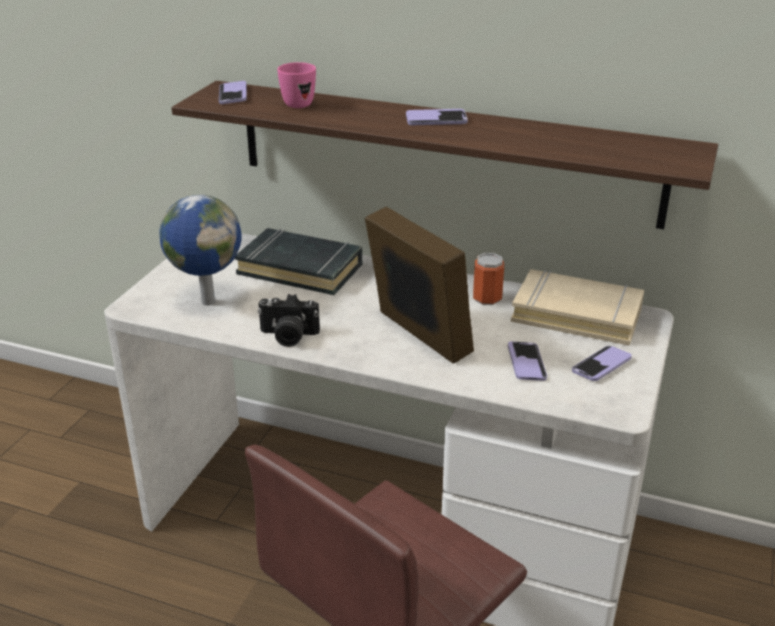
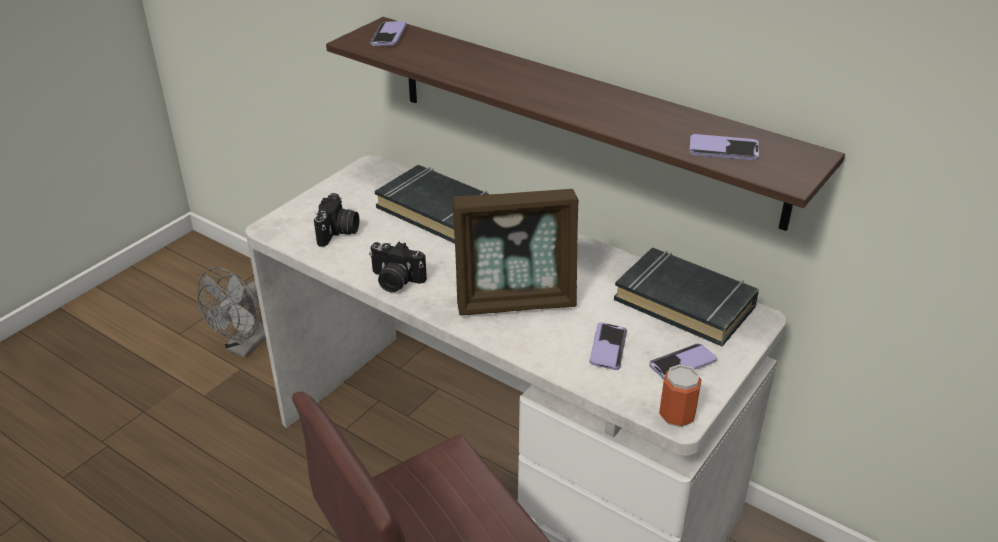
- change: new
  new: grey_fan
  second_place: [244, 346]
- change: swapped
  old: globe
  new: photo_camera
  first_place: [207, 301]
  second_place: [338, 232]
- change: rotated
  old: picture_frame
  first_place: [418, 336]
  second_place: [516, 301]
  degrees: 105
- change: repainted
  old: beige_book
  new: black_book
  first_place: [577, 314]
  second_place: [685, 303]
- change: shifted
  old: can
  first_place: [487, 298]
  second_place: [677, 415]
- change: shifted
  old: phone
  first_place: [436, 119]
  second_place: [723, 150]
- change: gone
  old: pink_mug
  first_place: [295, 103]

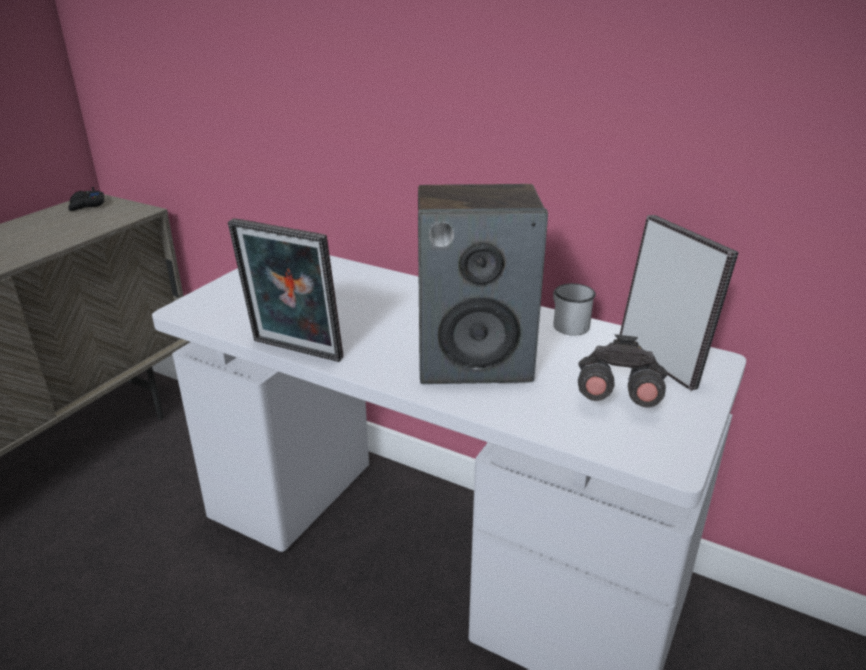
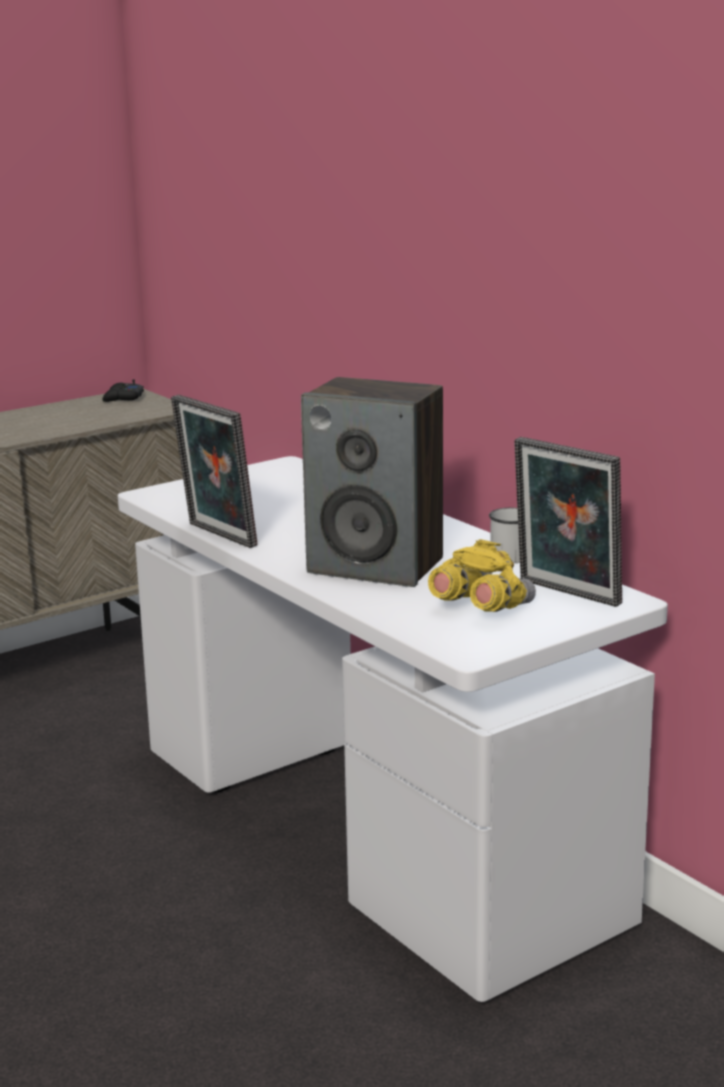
- change: repainted
  old: grey_binoculars
  new: yellow_binoculars
  first_place: [616, 397]
  second_place: [481, 608]
- change: rotated
  old: picture_frame
  first_place: [661, 362]
  second_place: [565, 594]
  degrees: 135

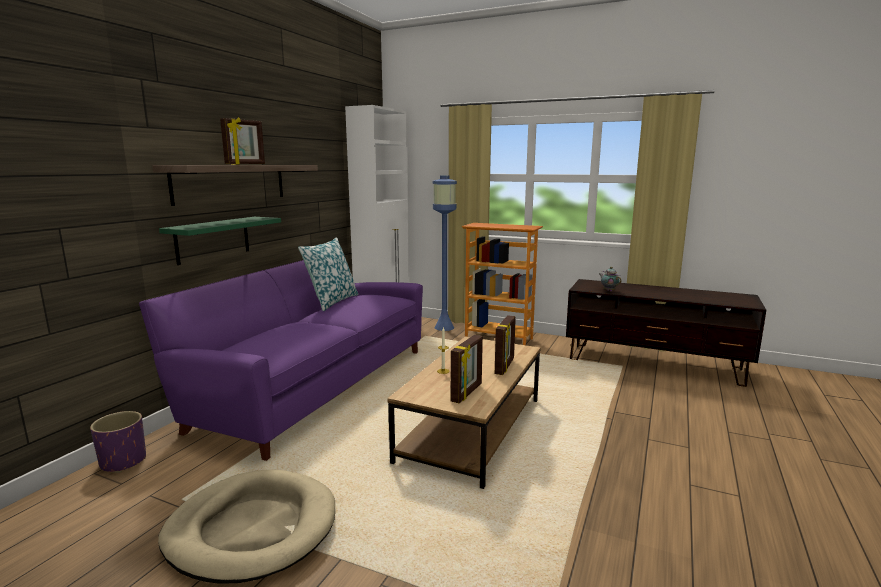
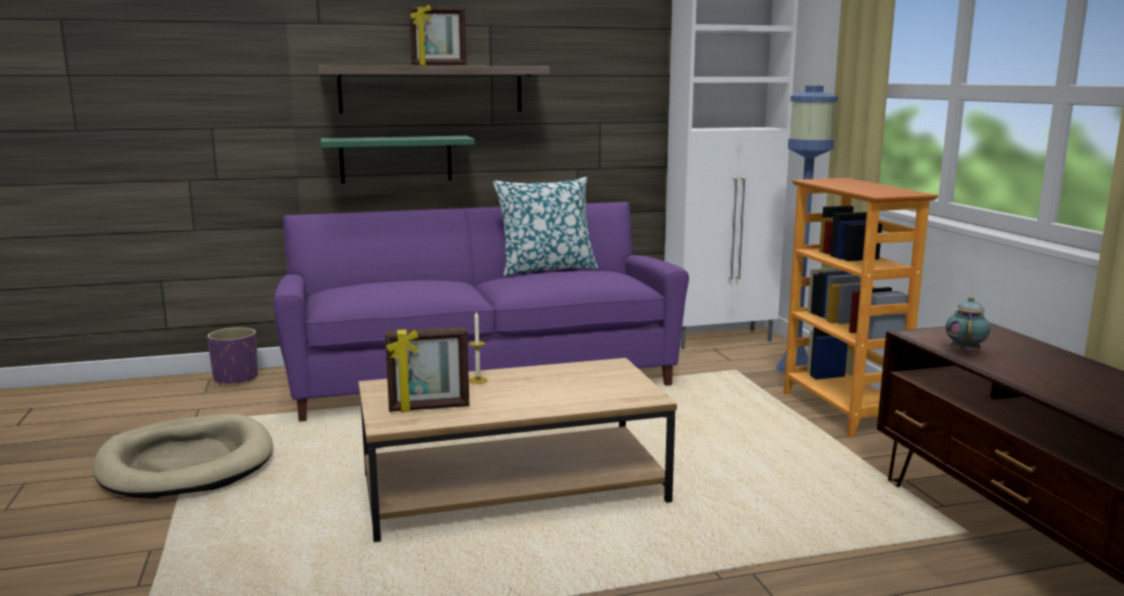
- change: gone
  old: picture_frame
  first_place: [505, 366]

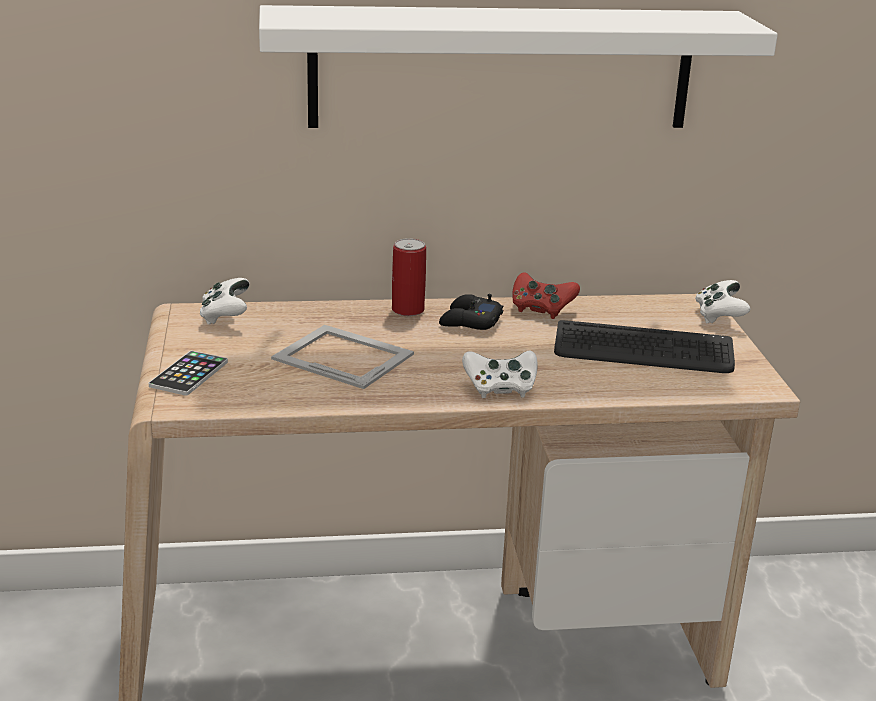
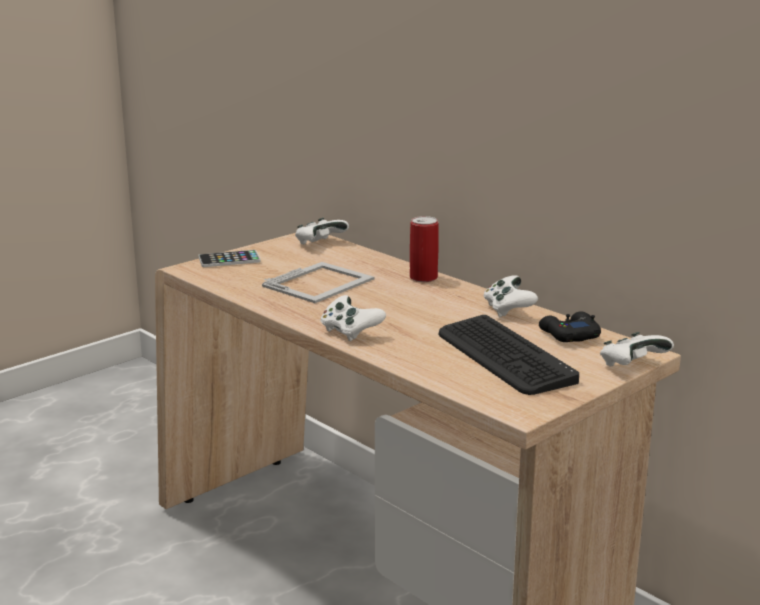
- change: rotated
  old: picture_frame
  first_place: [342, 356]
  second_place: [320, 282]
  degrees: 45
- change: repainted
  old: red_game_controller
  new: white_game_controller
  first_place: [541, 309]
  second_place: [508, 310]
- change: shifted
  old: black_game_controller
  first_place: [470, 321]
  second_place: [569, 334]
- change: gone
  old: white_shelf
  first_place: [502, 68]

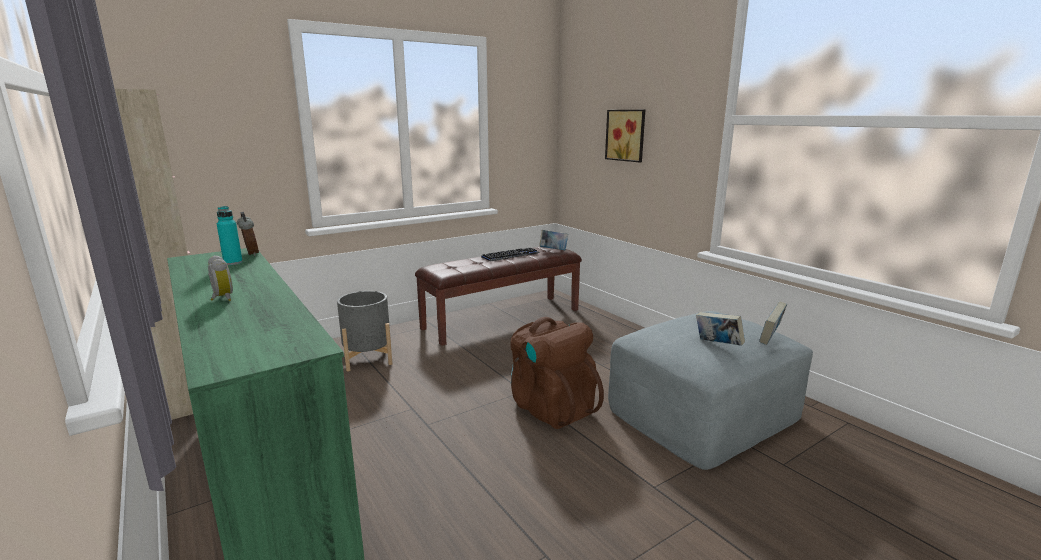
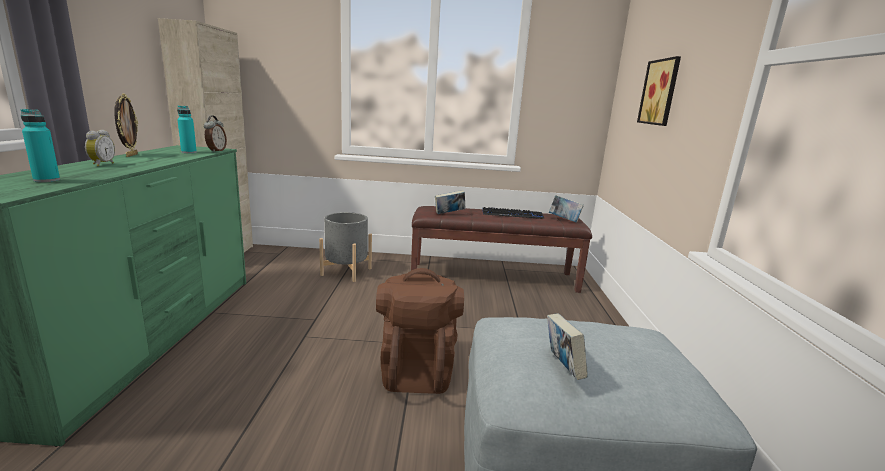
- change: new
  new: turquoise_bottle
  second_place: [47, 180]
- change: new
  new: picture_frame
  second_place: [131, 155]
- change: shifted
  old: book
  first_place: [770, 339]
  second_place: [449, 214]

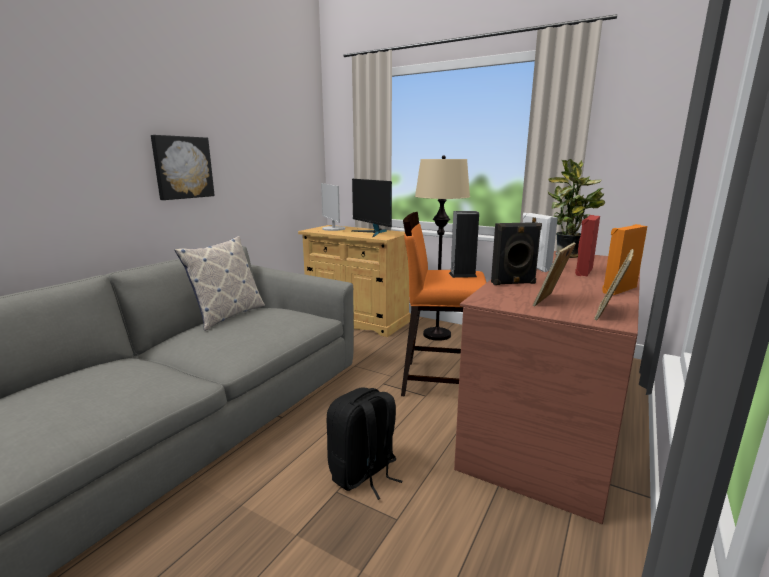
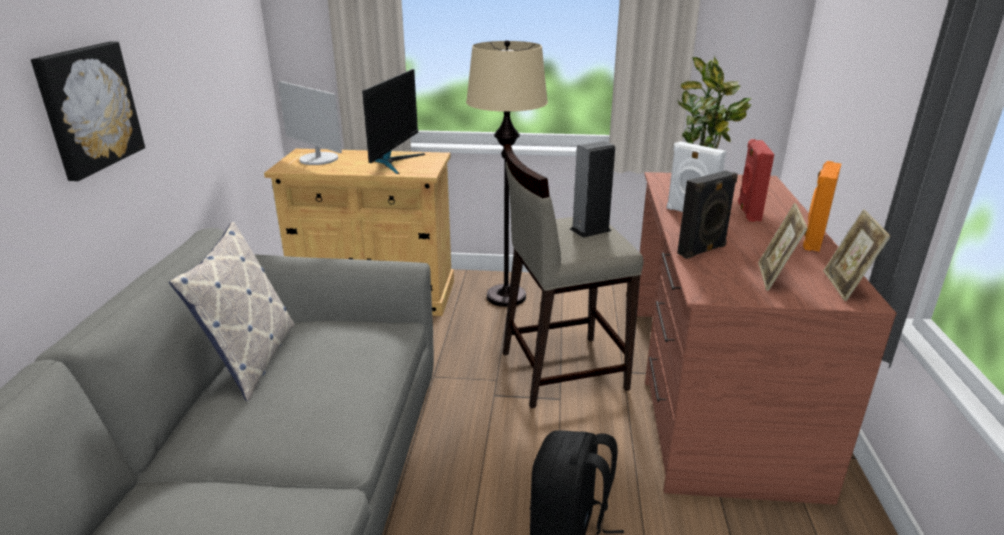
- change: rotated
  old: monitor
  first_place: [372, 233]
  second_place: [393, 162]
  degrees: -105
- change: repainted
  old: orange_stool
  new: beige_stool
  first_place: [440, 380]
  second_place: [561, 370]

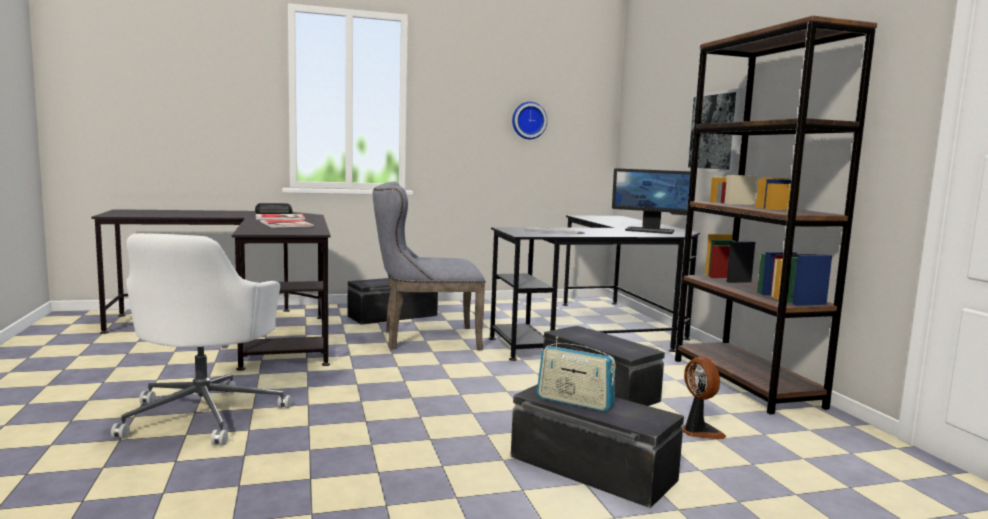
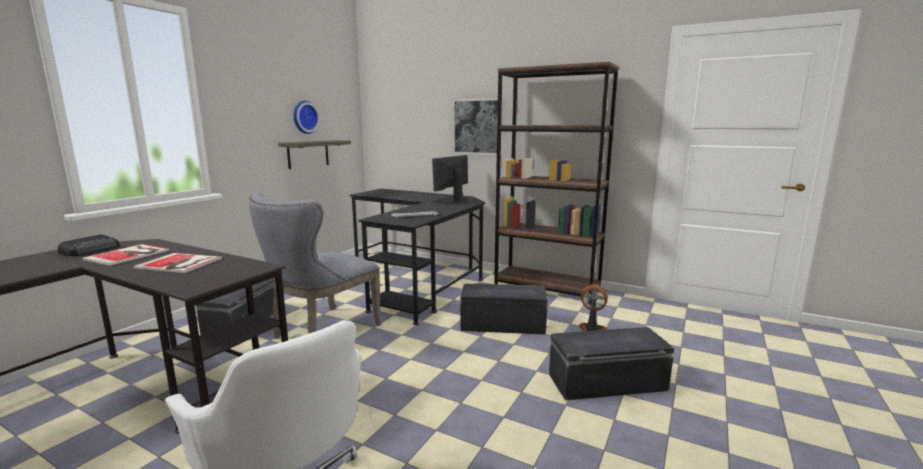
- change: new
  new: shelf
  second_place: [308, 154]
- change: rotated
  old: monitor
  first_place: [650, 230]
  second_place: [450, 200]
  degrees: 150
- change: gone
  old: radio
  first_place: [574, 402]

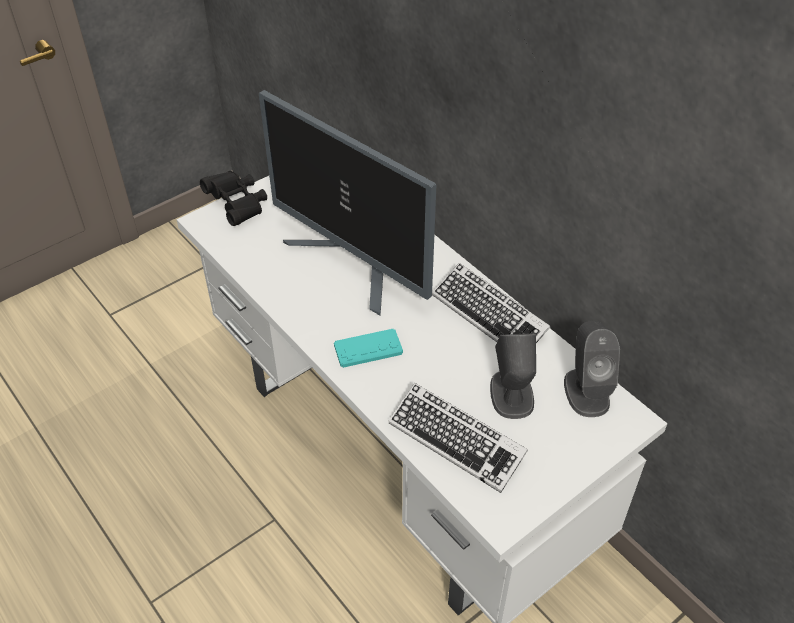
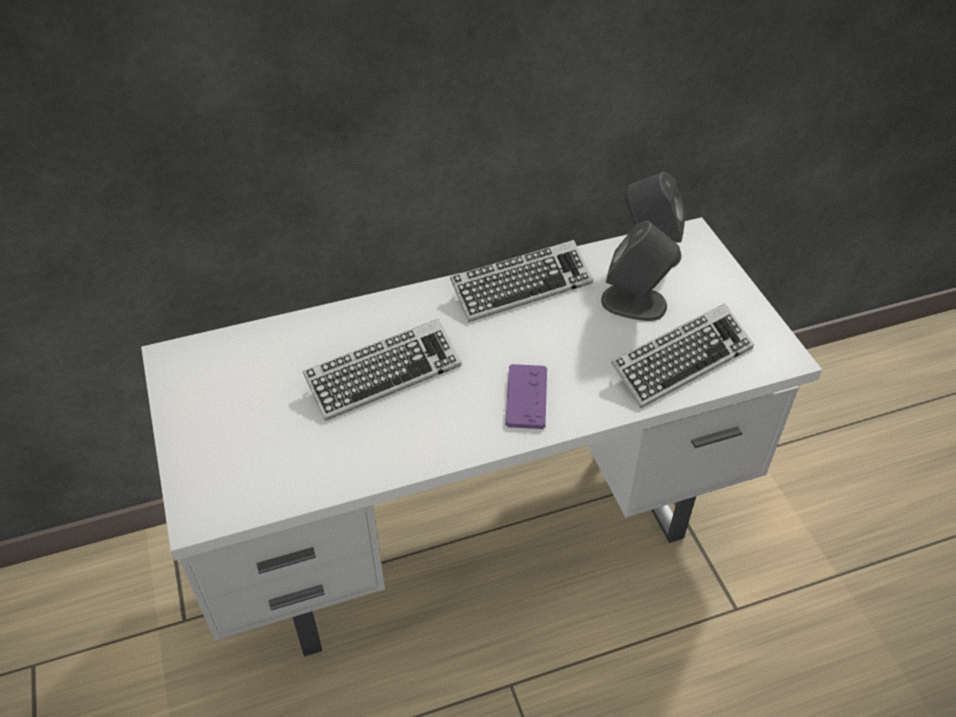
- change: swapped
  old: monitor
  new: keyboard
  first_place: [354, 265]
  second_place: [383, 375]
- change: repainted
  old: turquoise_game_controller
  new: purple_game_controller
  first_place: [368, 349]
  second_place: [526, 397]
- change: gone
  old: black_binoculars
  first_place: [238, 205]

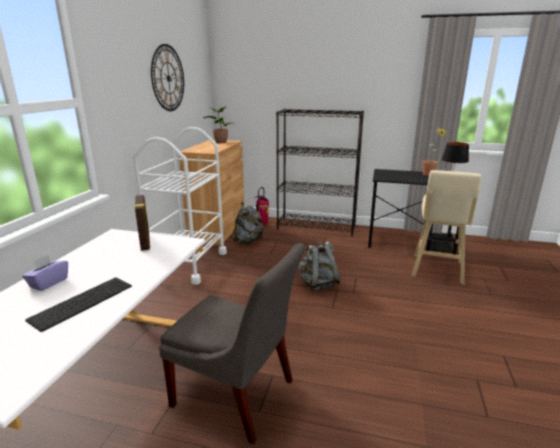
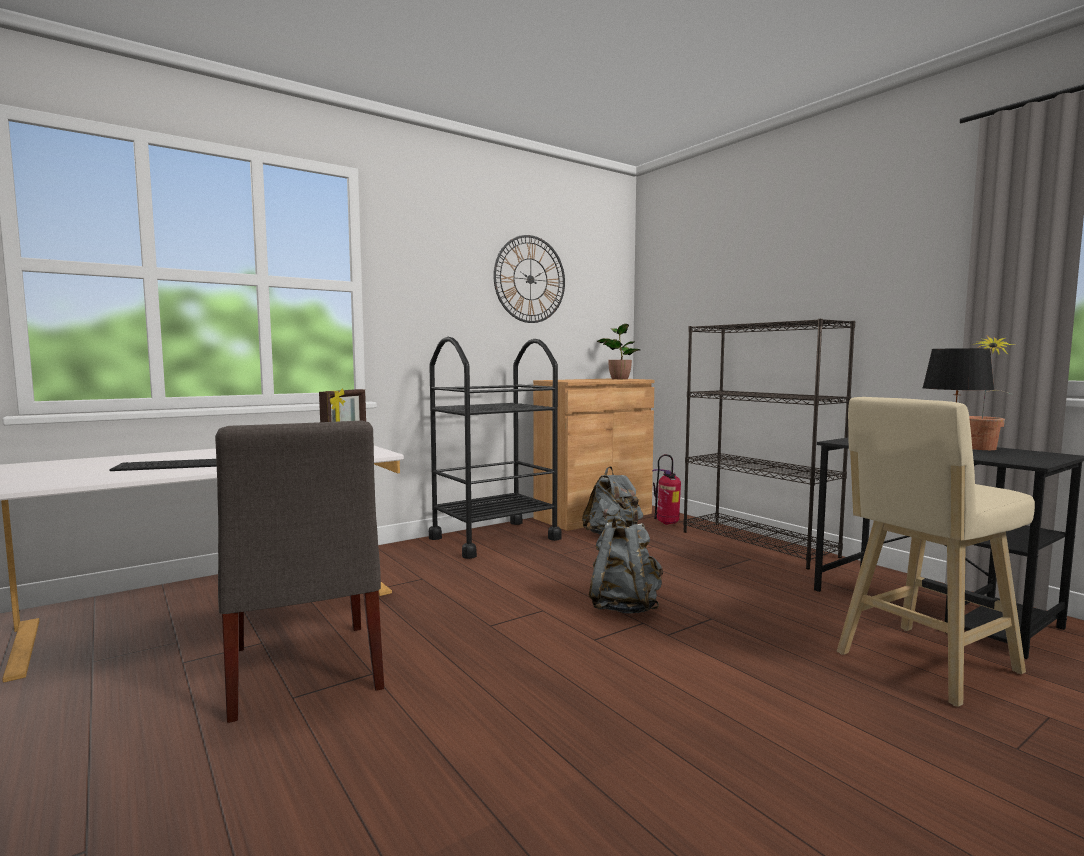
- change: repainted
  old: white_cart
  new: black_cart
  first_place: [188, 264]
  second_place: [494, 538]
- change: gone
  old: purple_tissue_box
  first_place: [48, 283]

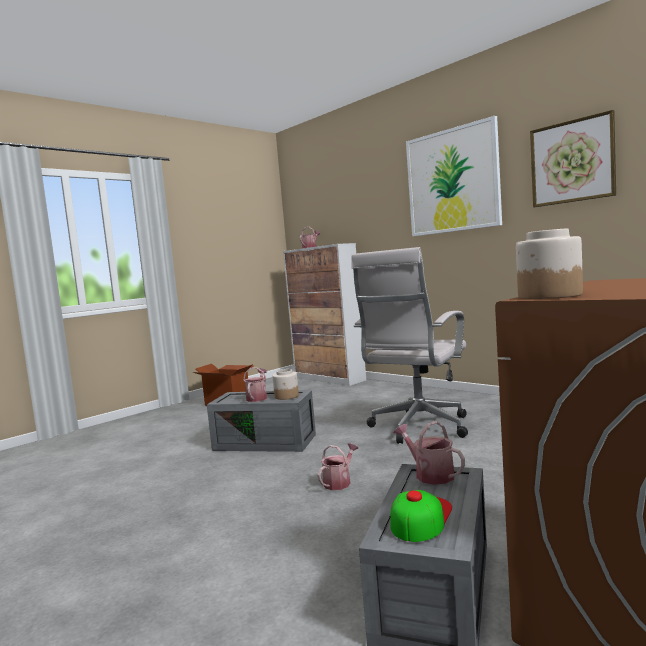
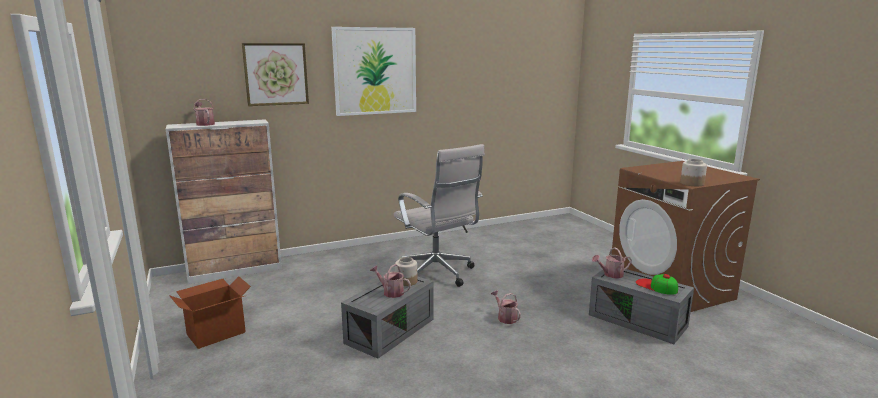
- change: shifted
  old: picture
  first_place: [572, 162]
  second_place: [276, 74]

